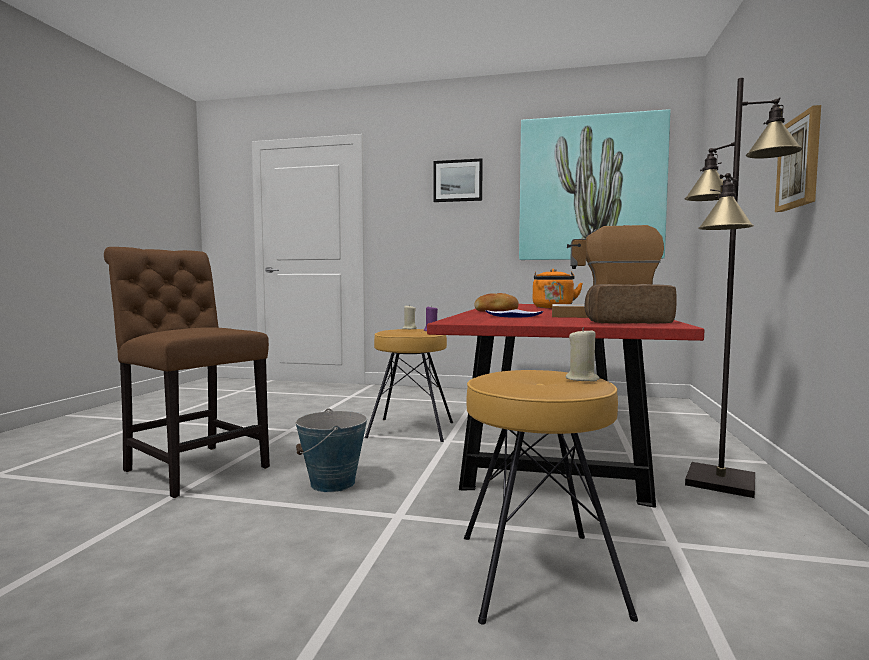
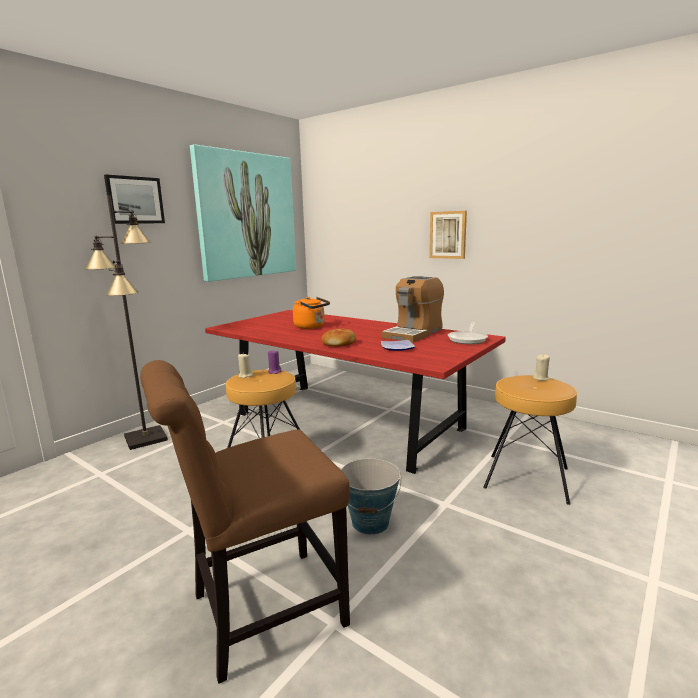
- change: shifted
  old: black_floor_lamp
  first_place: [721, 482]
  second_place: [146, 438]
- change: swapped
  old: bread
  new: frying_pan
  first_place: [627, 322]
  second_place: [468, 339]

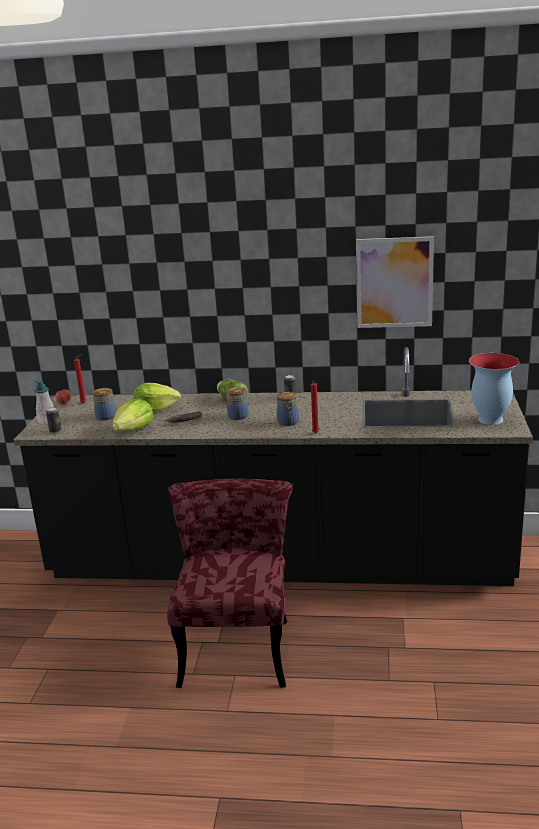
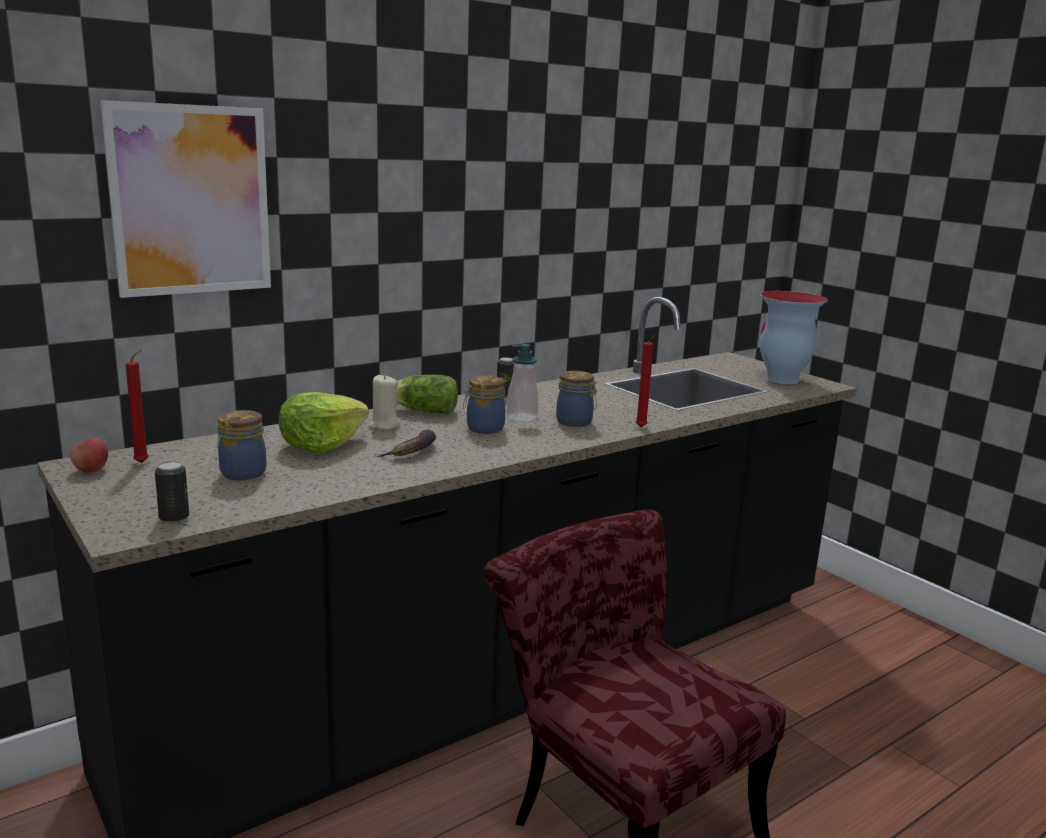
- change: shifted
  old: picture
  first_place: [394, 283]
  second_place: [191, 201]
- change: new
  new: beige_candle
  second_place: [384, 425]
- change: shifted
  old: soap_dispenser
  first_place: [47, 421]
  second_place: [522, 417]
- change: gone
  old: lettuce
  first_place: [134, 429]

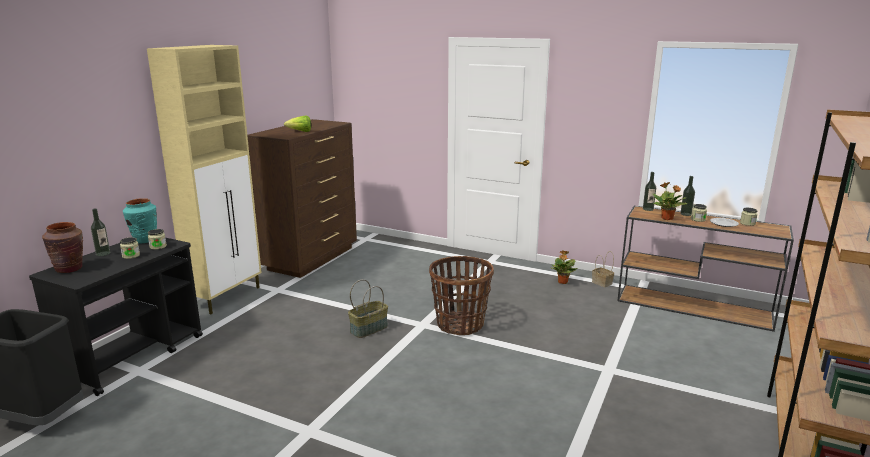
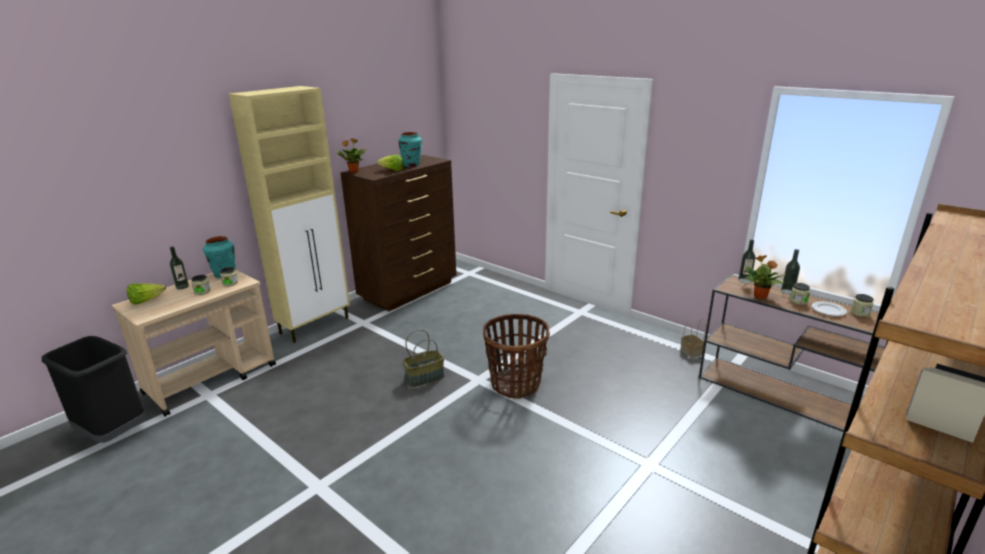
- change: repainted
  old: black_cart
  new: beige_cart
  first_place: [134, 356]
  second_place: [212, 379]
- change: swapped
  old: brown_vase
  new: lettuce
  first_place: [69, 269]
  second_place: [146, 301]
- change: shifted
  old: potted_plant
  first_place: [562, 282]
  second_place: [353, 171]
- change: new
  new: turquoise_vase
  second_place: [411, 165]

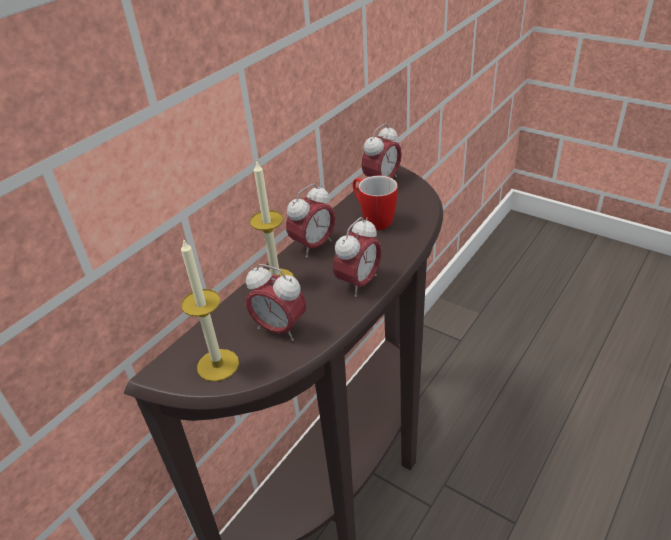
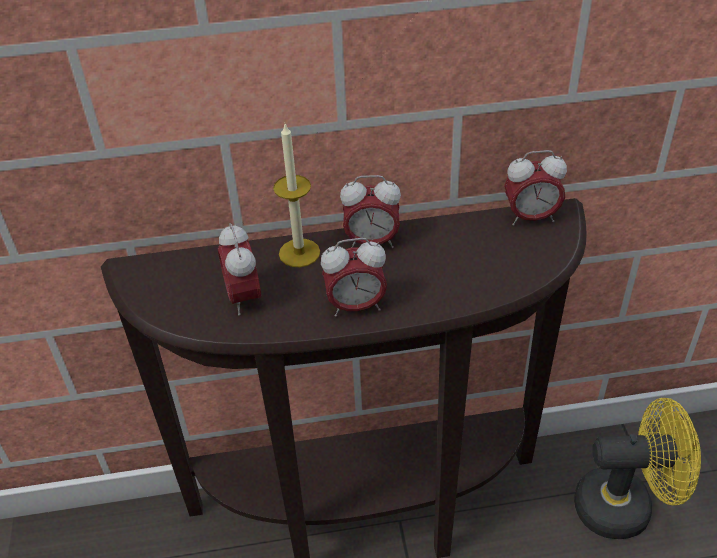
- change: new
  new: yellow_fan
  second_place: [625, 506]
- change: gone
  old: candle
  first_place: [218, 365]
- change: gone
  old: mug
  first_place: [373, 220]

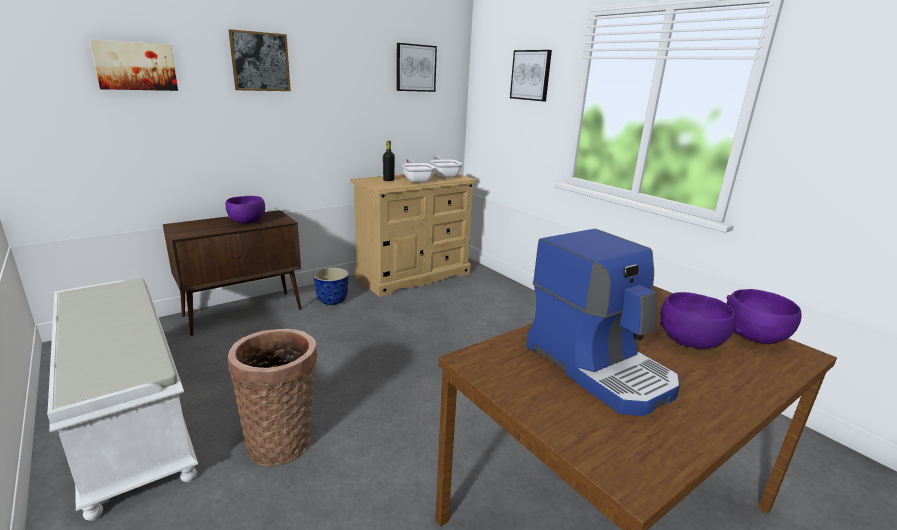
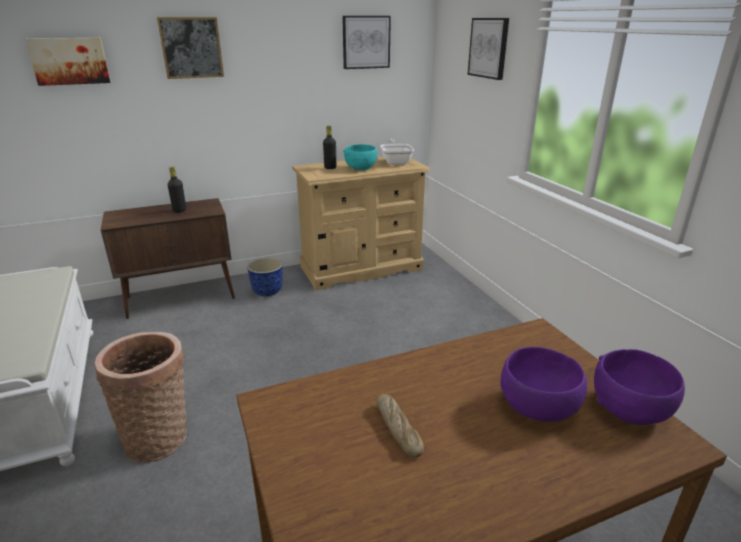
- change: swapped
  old: purple_bowl
  new: black_bottle
  first_place: [247, 221]
  second_place: [179, 211]
- change: swapped
  old: frying_pan
  new: turquoise_bowl
  first_place: [416, 180]
  second_place: [360, 168]
- change: swapped
  old: coffee_machine
  new: bread
  first_place: [599, 367]
  second_place: [398, 429]

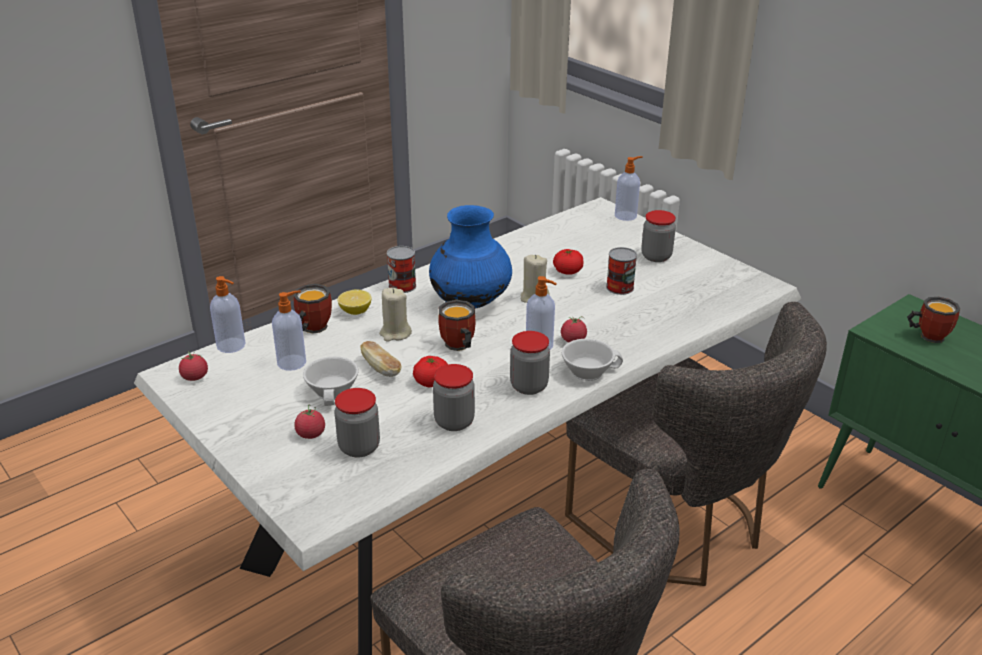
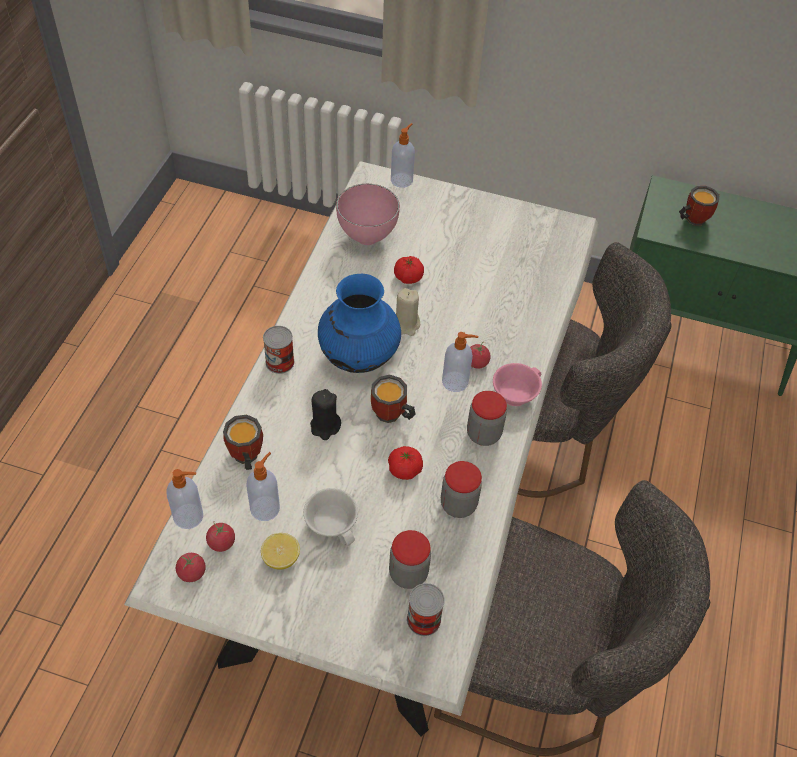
- change: shifted
  old: tomato
  first_place: [311, 434]
  second_place: [221, 542]
- change: shifted
  old: lemon
  first_place: [355, 311]
  second_place: [281, 558]
- change: repainted
  old: beige_candle
  new: black_candle
  first_place: [395, 333]
  second_place: [325, 426]
- change: new
  new: pink_bowl
  second_place: [365, 238]
- change: shifted
  old: can
  first_place: [619, 287]
  second_place: [423, 619]
- change: repainted
  old: white_cup
  new: pink_cup
  first_place: [588, 370]
  second_place: [514, 392]
- change: gone
  old: bread
  first_place: [381, 368]
- change: gone
  old: jar
  first_place: [656, 256]

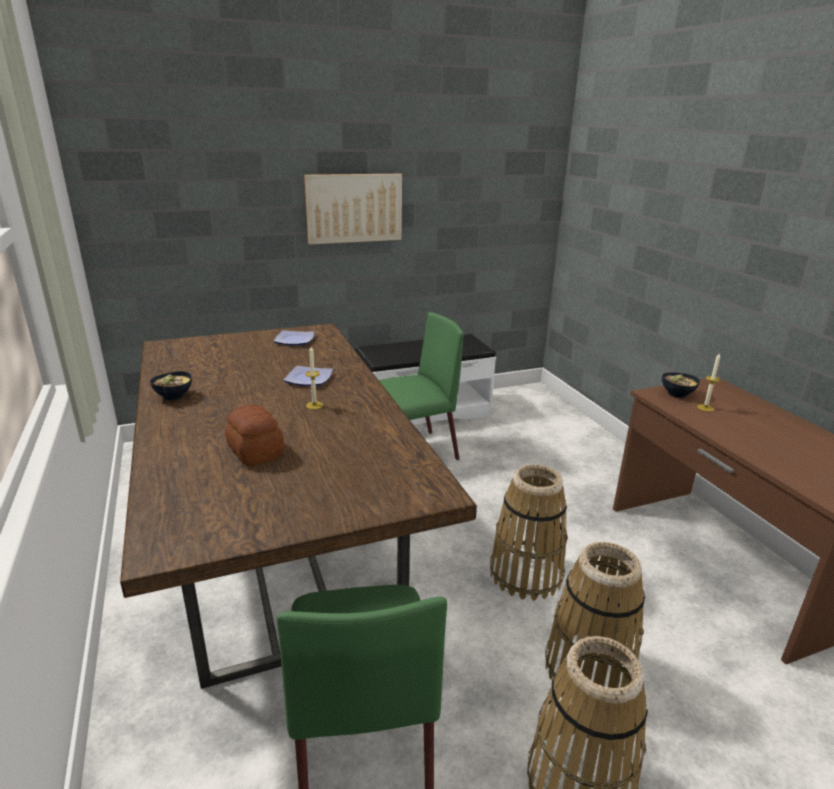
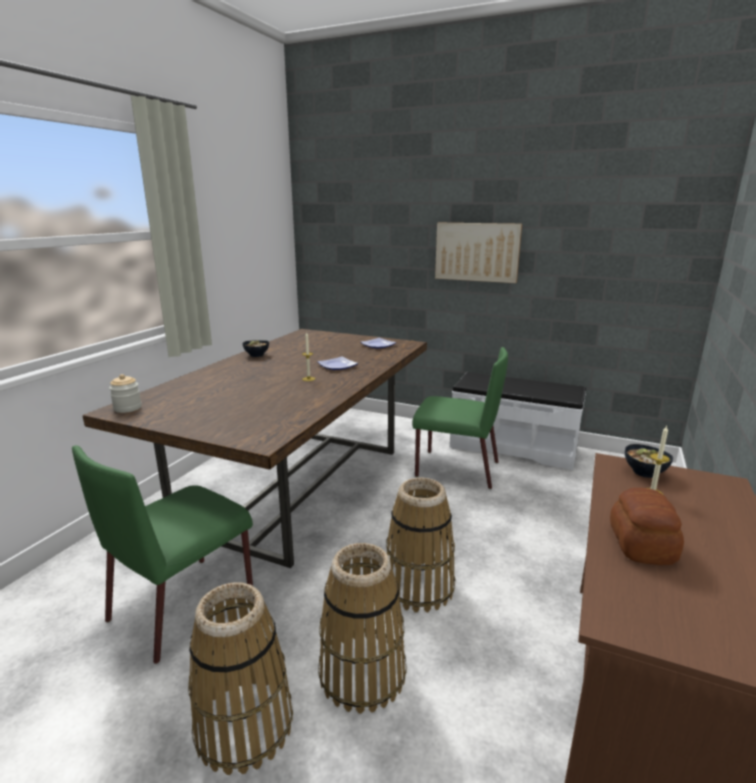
- change: new
  new: jar
  second_place: [127, 408]
- change: shifted
  old: bread
  first_place: [256, 450]
  second_place: [642, 544]

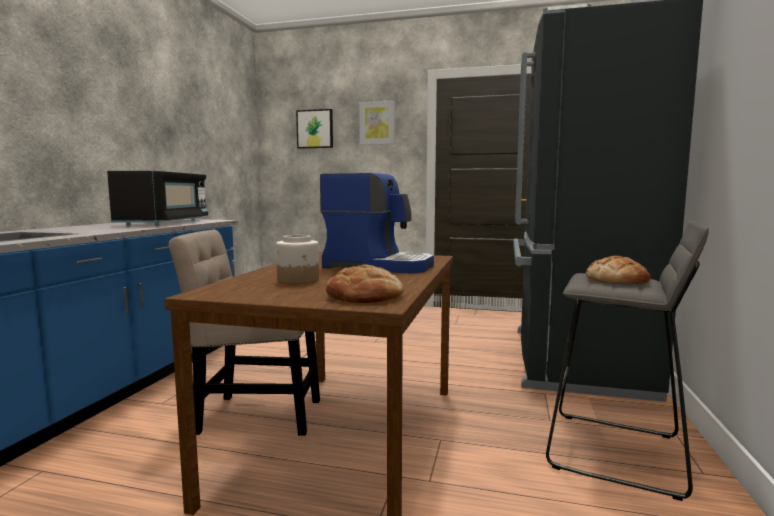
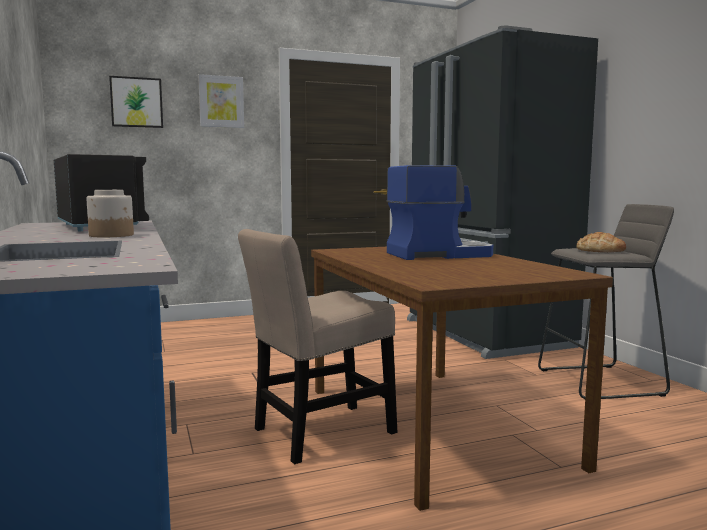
- change: shifted
  old: jar
  first_place: [298, 280]
  second_place: [112, 235]
- change: gone
  old: bread
  first_place: [365, 296]

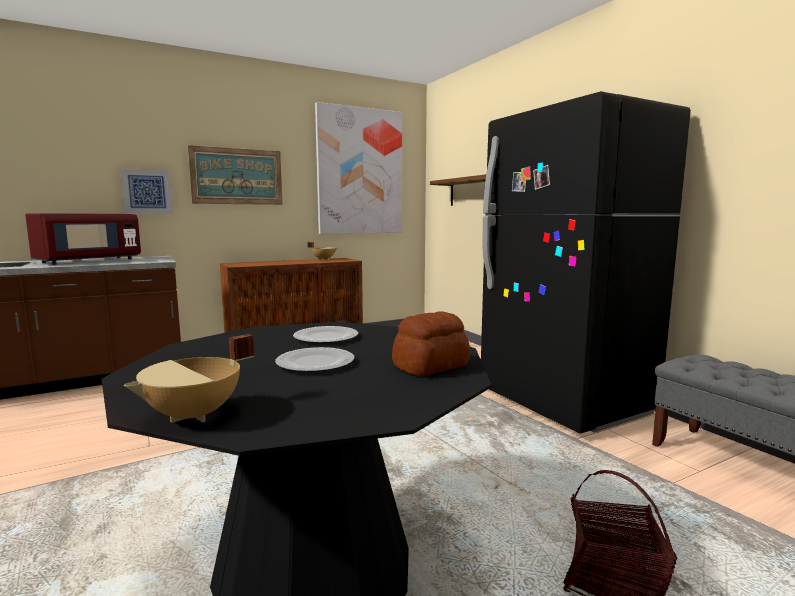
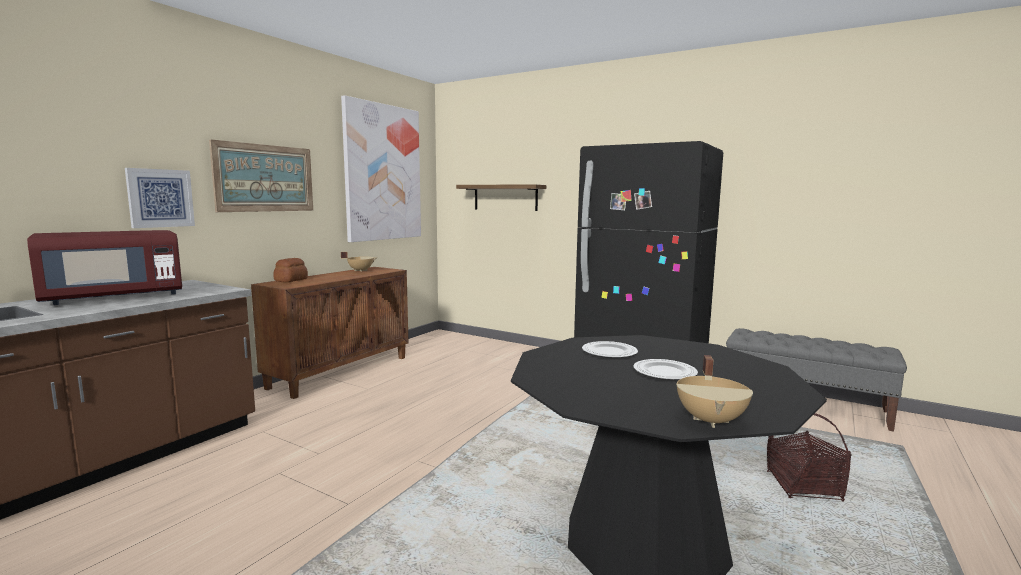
- change: rotated
  old: red_microwave
  first_place: [88, 261]
  second_place: [114, 297]
  degrees: 45
- change: shifted
  old: bread
  first_place: [432, 366]
  second_place: [291, 280]

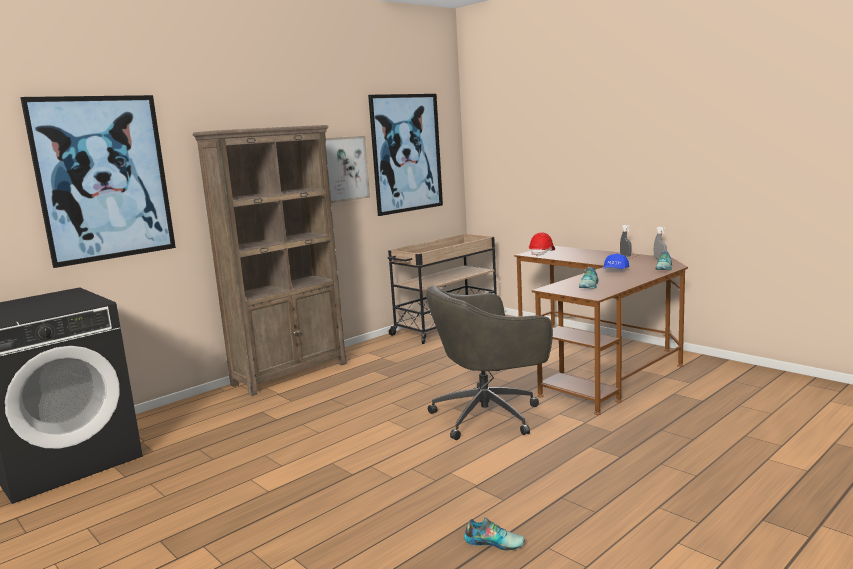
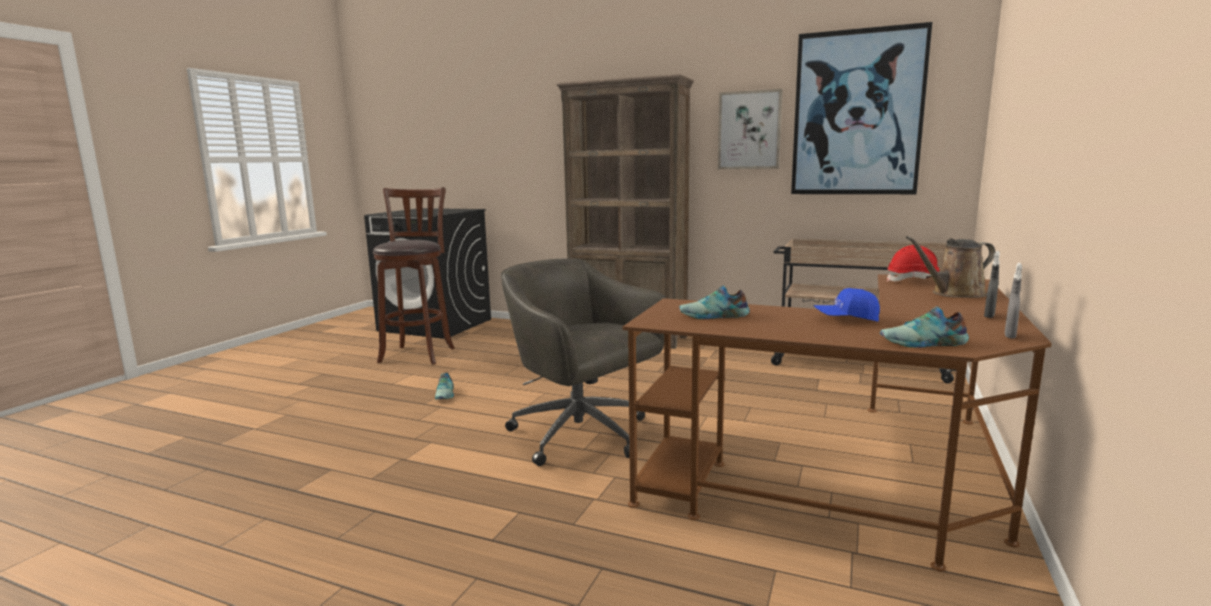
- change: new
  new: brown_stool
  second_place: [418, 354]
- change: shifted
  old: shoe
  first_place: [494, 542]
  second_place: [446, 394]
- change: new
  new: brown_watering_can
  second_place: [954, 294]
- change: gone
  old: picture
  first_place: [103, 178]

